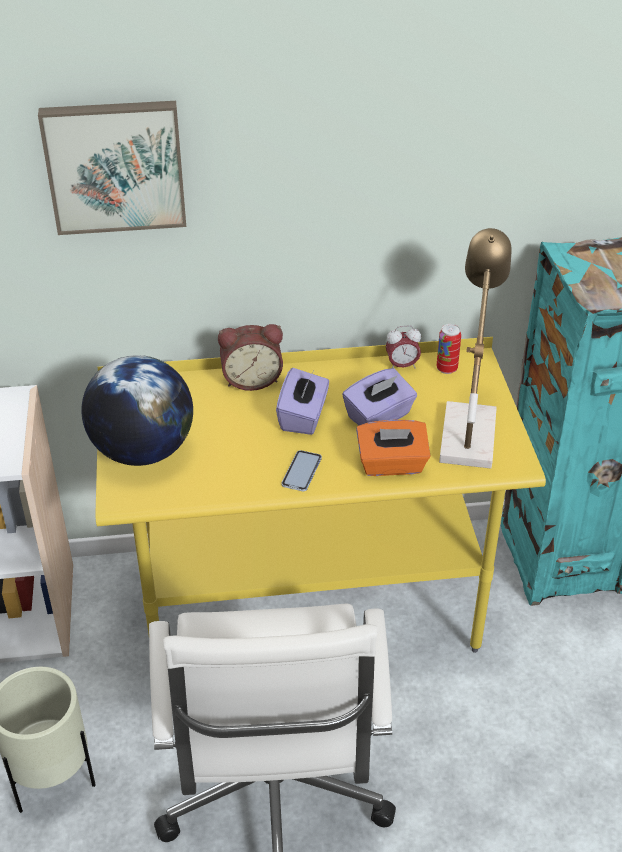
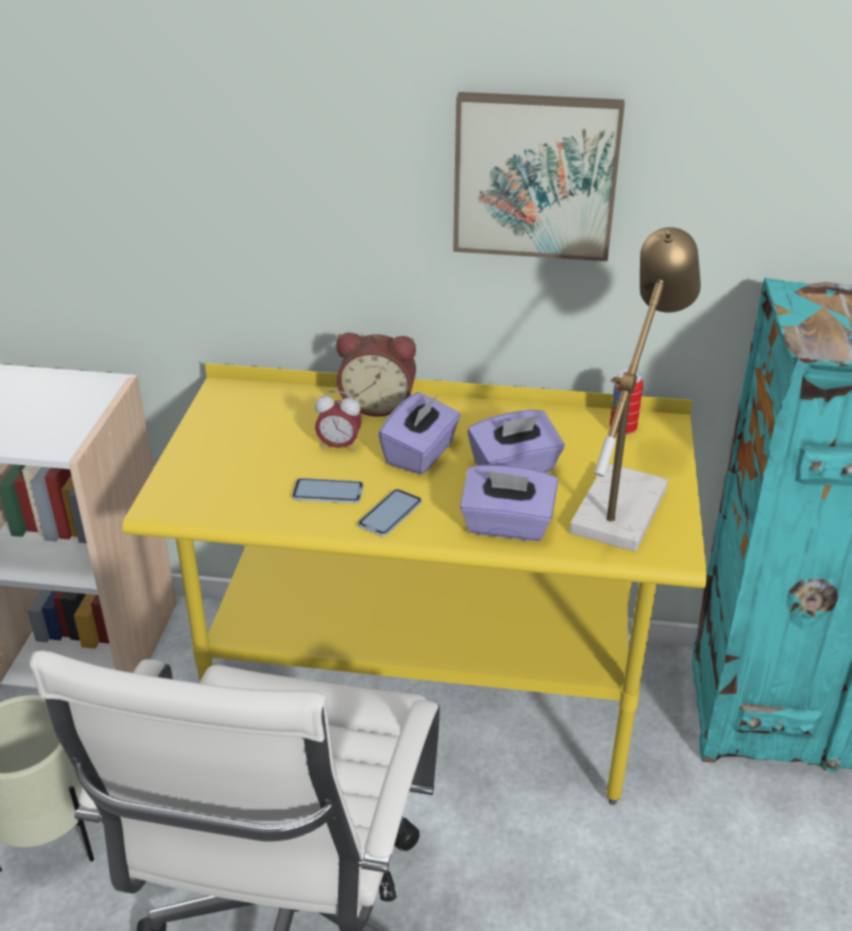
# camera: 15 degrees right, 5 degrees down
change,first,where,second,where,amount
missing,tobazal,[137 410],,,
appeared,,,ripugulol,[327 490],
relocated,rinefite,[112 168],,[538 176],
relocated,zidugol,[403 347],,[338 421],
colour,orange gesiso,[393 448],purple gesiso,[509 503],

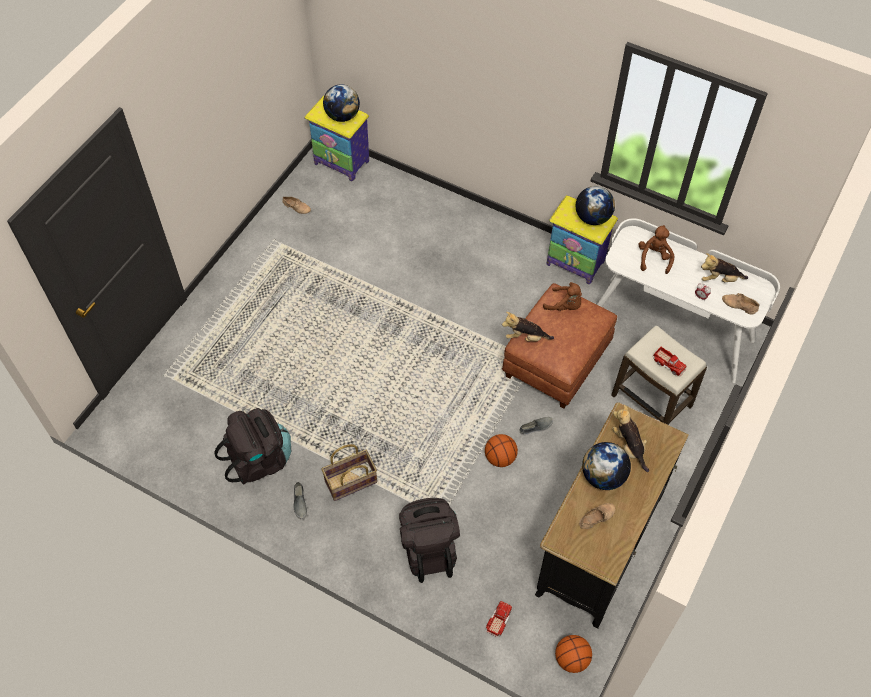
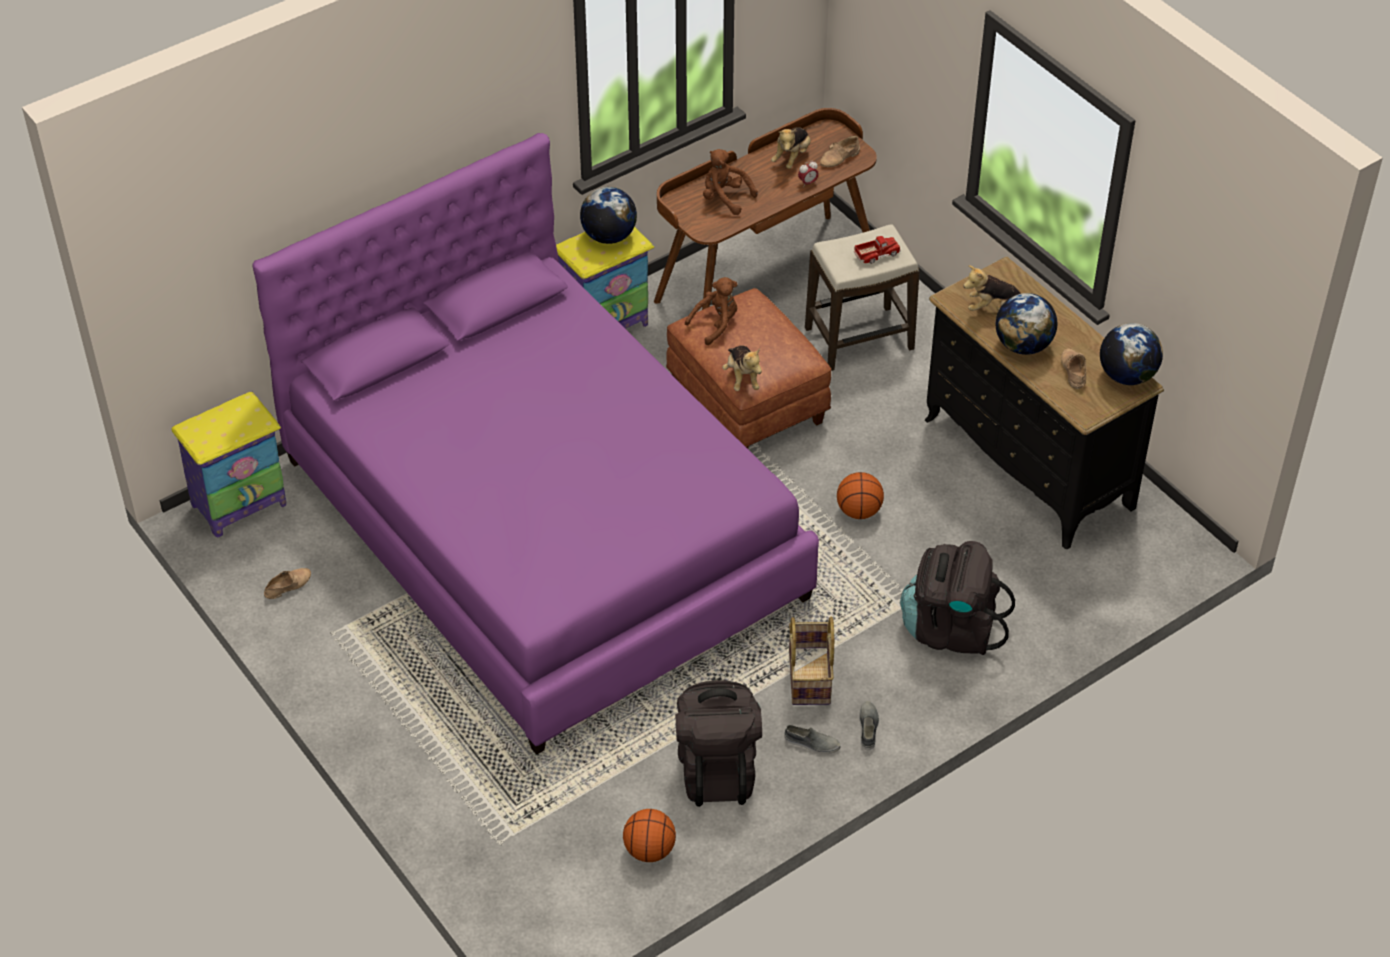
# camera: 65 degrees left, 10 degrees down
change,first,where,second,where,amount
missing,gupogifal,[499 619],,,
appeared,,,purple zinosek,[535 444],
relocated,tobazal,[341 103],,[1131 354],
relocated,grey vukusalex,[536 426],,[869 725],
relocated,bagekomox,[573 654],,[649 835],
colour,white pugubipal,[688 300],brown pugubipal,[765 209],
spun,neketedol,[528 327],,[742 368],45 degrees counterclockwise

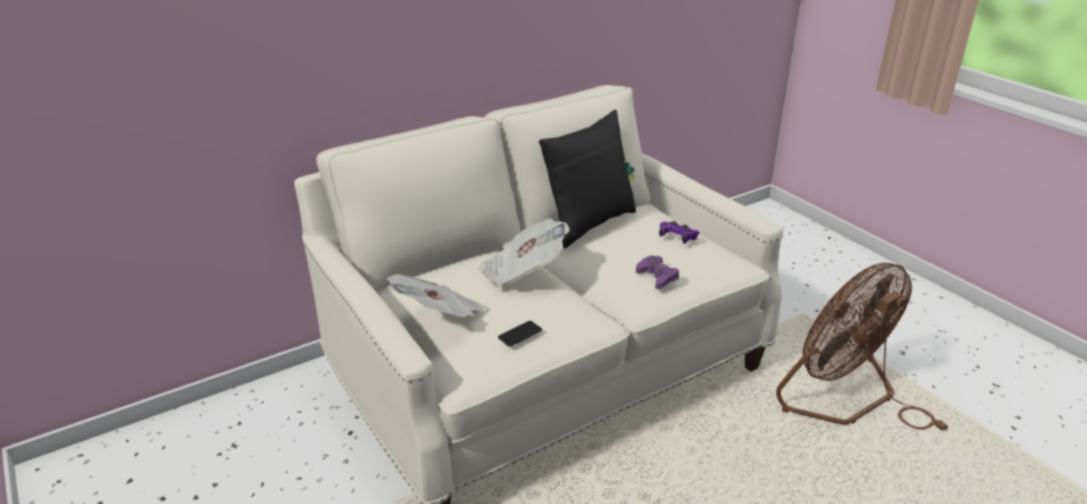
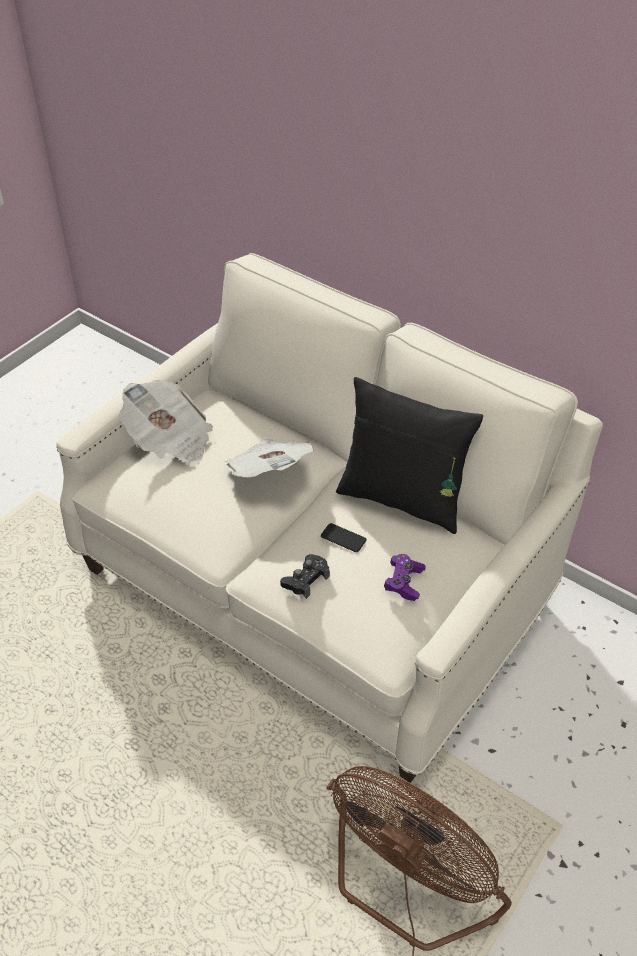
# camera: 70 degrees right, 15 degrees up
change,first,where,second,where,amount
relocated,ripugulol,[520 334],,[343 537],
colour,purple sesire,[657 272],black sesire,[305 576],

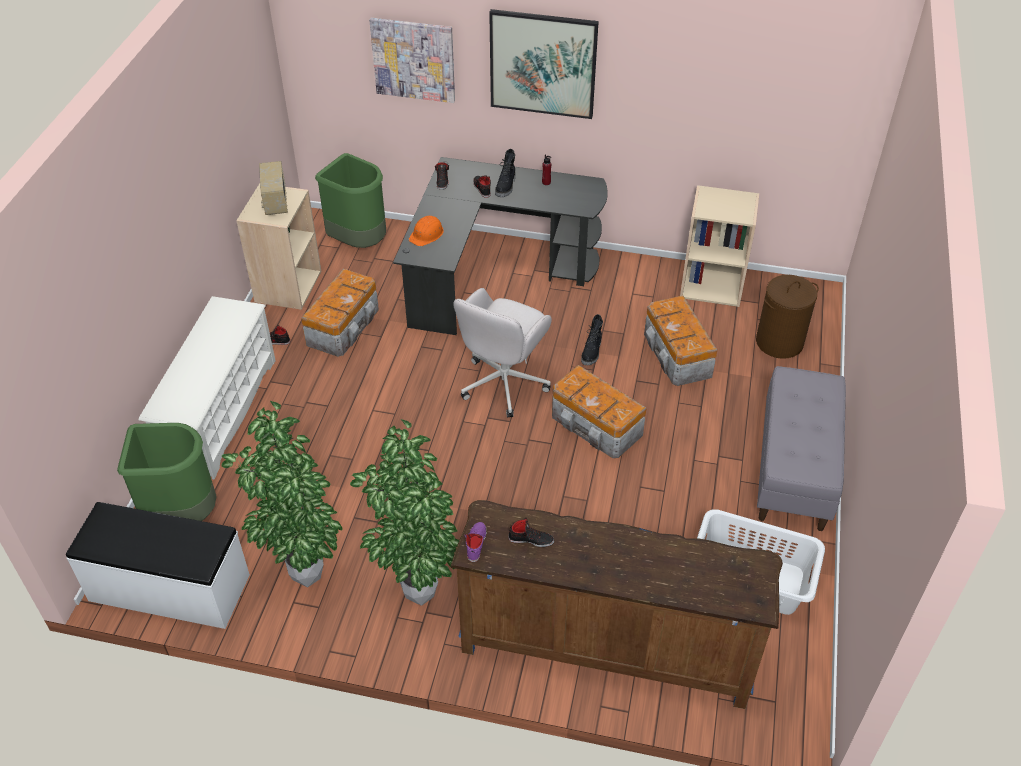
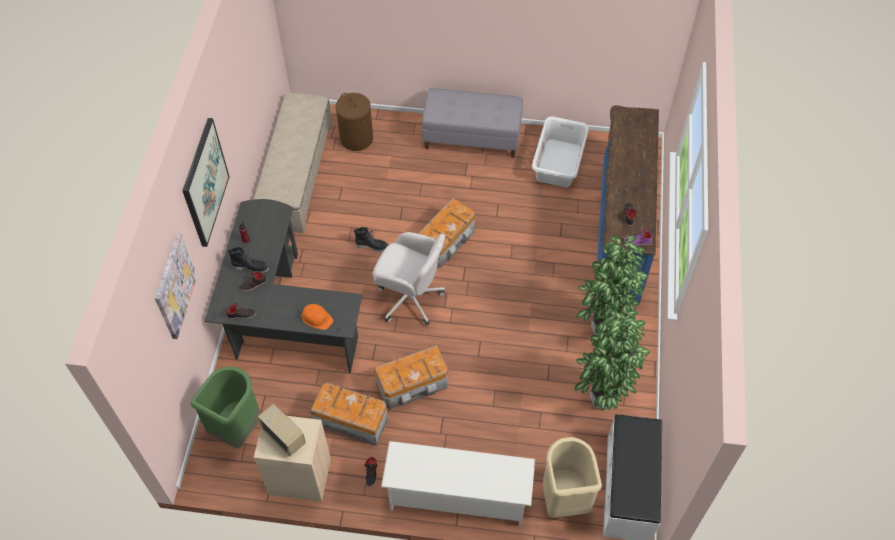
# camera: 95 degrees left, 10 degrees up
change,first,where,second,where,amount
relocated,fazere,[680 341],,[411 377],
exchanged,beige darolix,[719 246],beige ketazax,[293 163],
colour,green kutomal,[167 472],beige kutomal,[572 477],
spun,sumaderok,[273 188],,[281 430],120 degrees counterclockwise

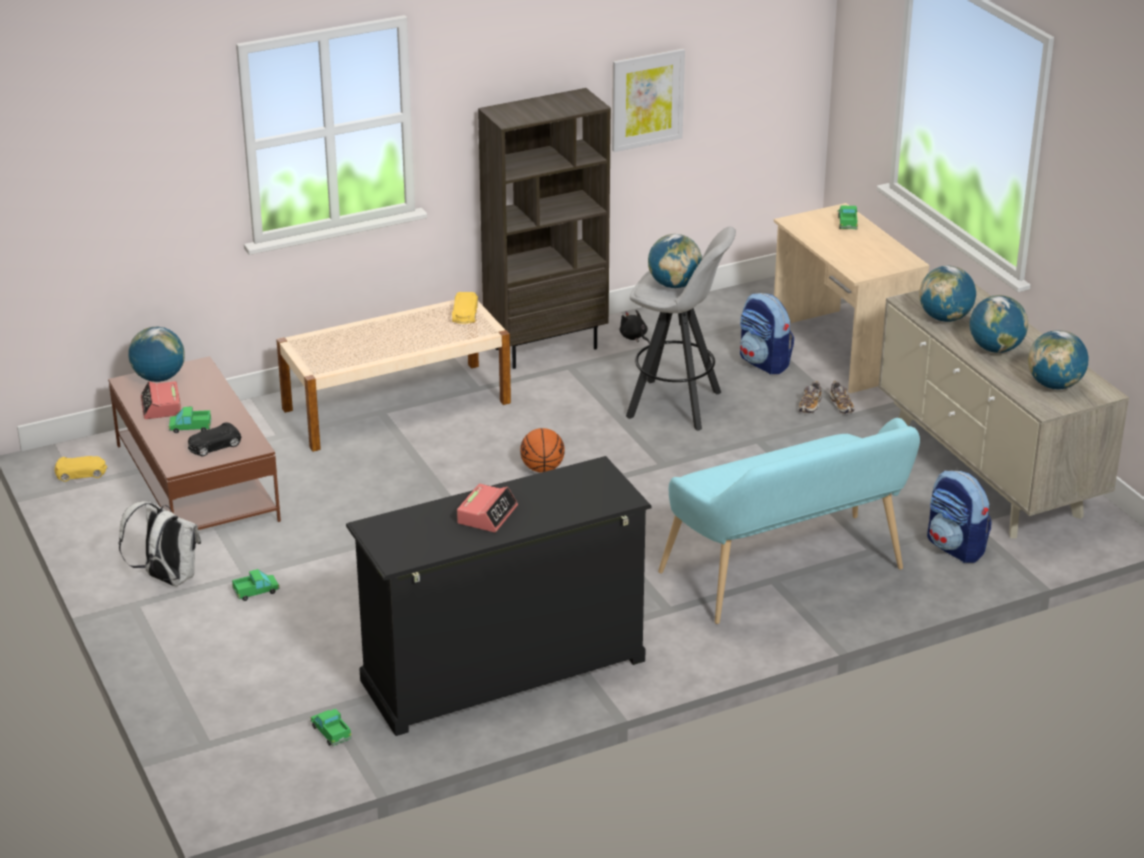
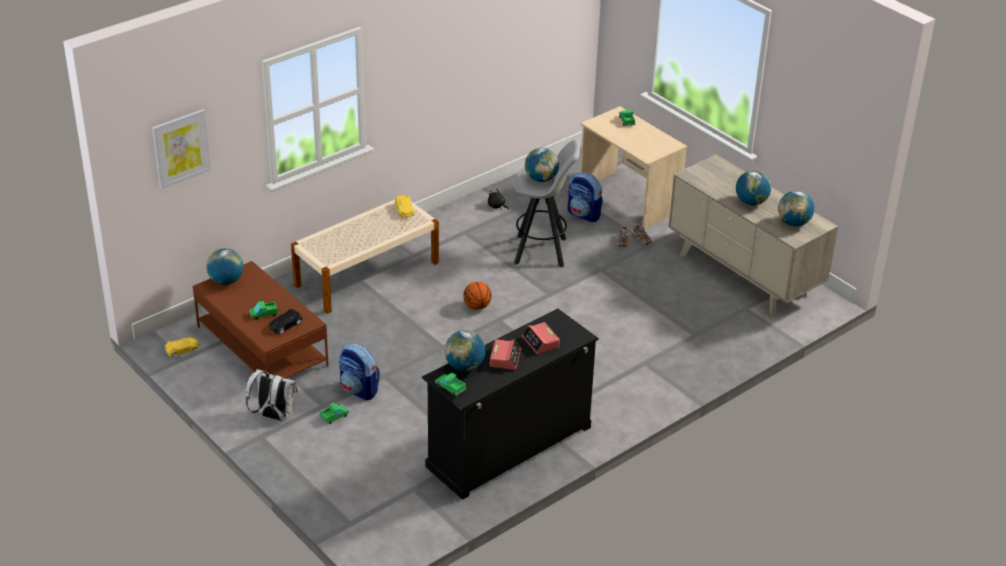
# camera: 15 degrees left, 5 degrees up
change,first,where,second,where,amount
missing,brown darolix,[544 228],,,
missing,turquoise ketazax,[789 521],,,
relocated,zidugol,[161 400],,[541 338],
relocated,gupogifal,[331 727],,[450 384],
relocated,rinefite,[648 100],,[181 149],
relocated,tobazal,[947 293],,[464 350],
relocated,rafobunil,[959 516],,[359 371],

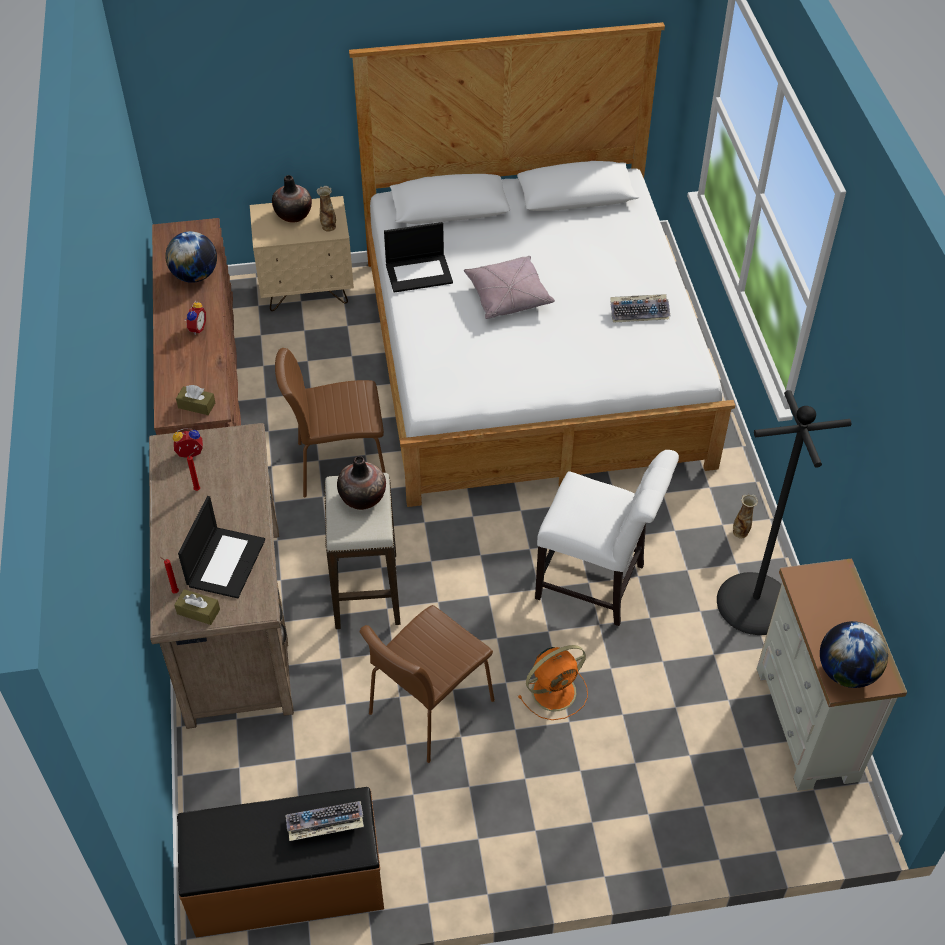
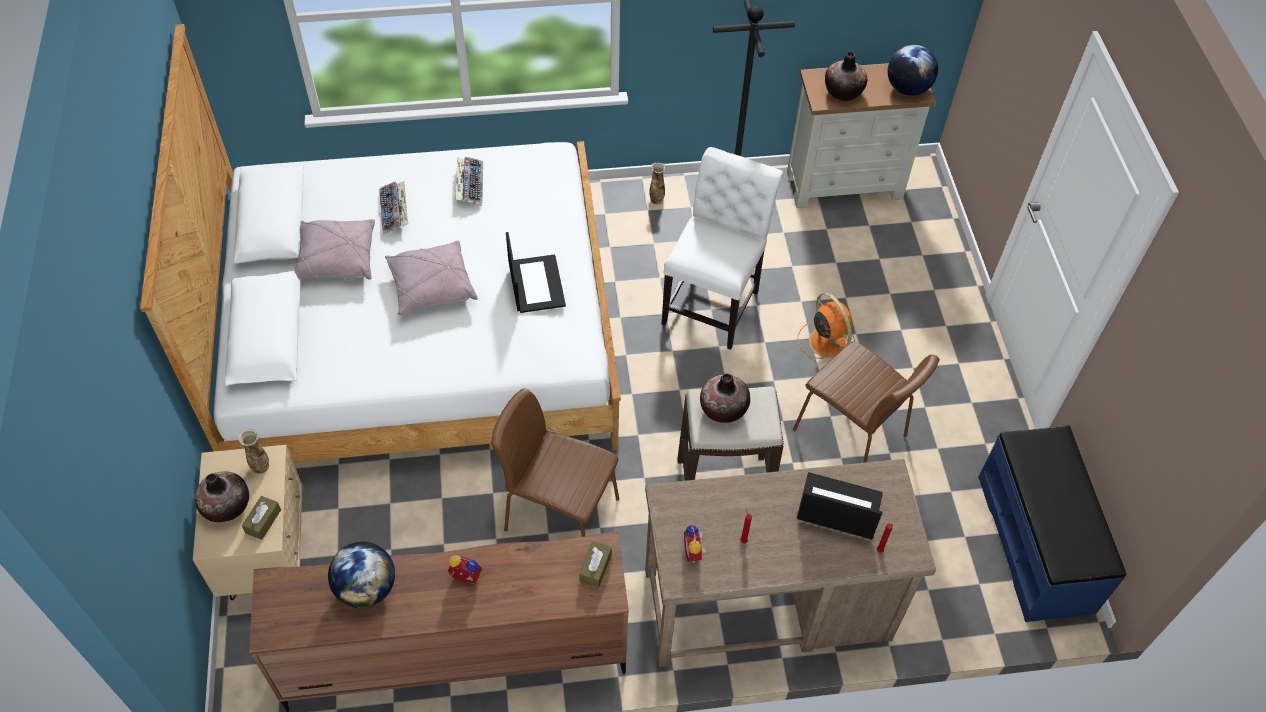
# camera: 90 degrees left, 5 degrees up
change,first,where,second,where,amount
appeared,,,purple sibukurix,[334 249],
appeared,,,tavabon,[846 77],
relocated,brown gesiso,[197 607],,[261 518],
relocated,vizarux,[324 821],,[393 207],
relocated,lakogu,[418 257],,[536 272],
colour,brown ketazax,[280 862],blue ketazax,[1052 523],
spun,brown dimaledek,[330 422],,[555 462],120 degrees clockwise

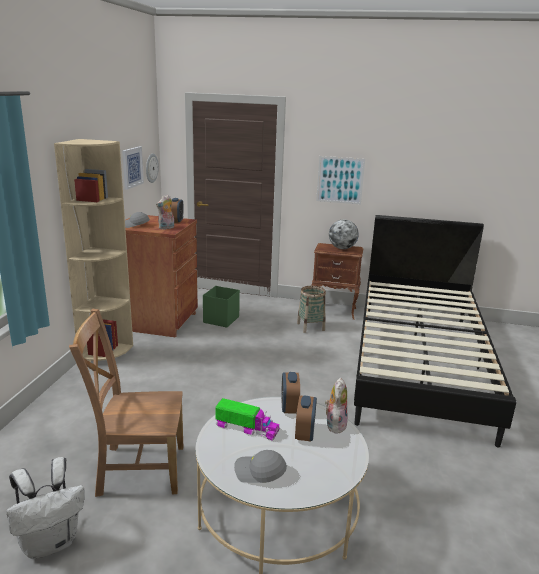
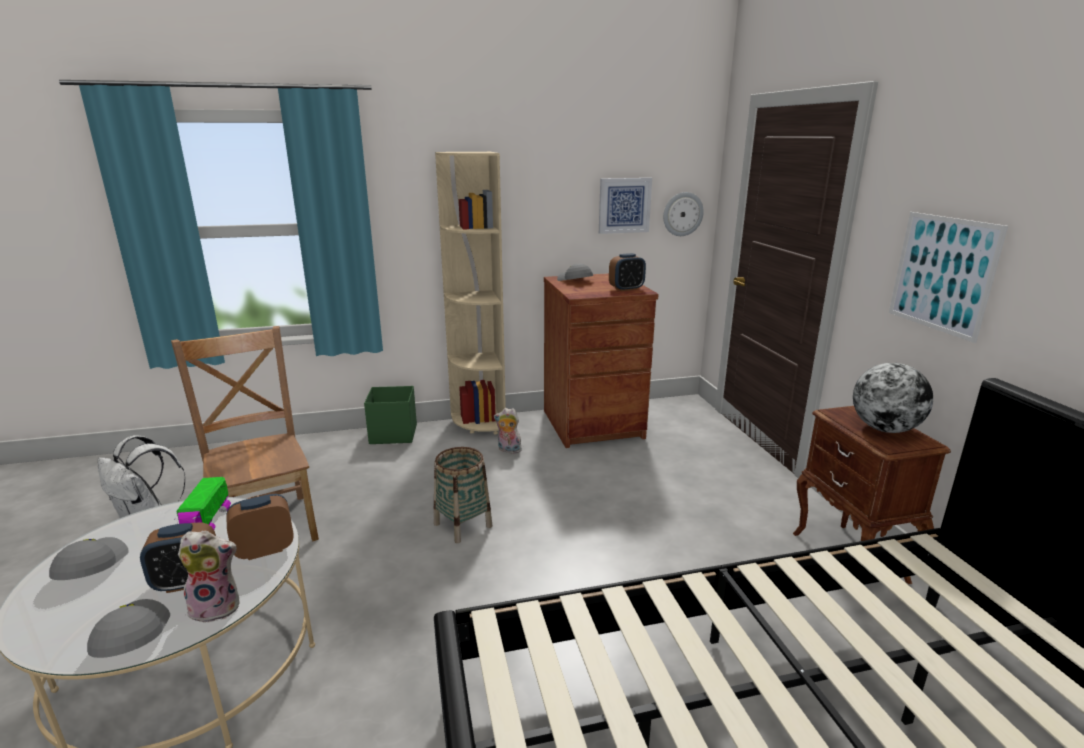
# camera: 65 degrees right, 0 degrees up
change,first,where,second,where,amount
appeared,,,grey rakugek,[128 628],
relocated,neketedol,[165 212],,[508 431],
relocated,green fazere,[221 307],,[390 415],
relocated,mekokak,[311 309],,[463 495],

